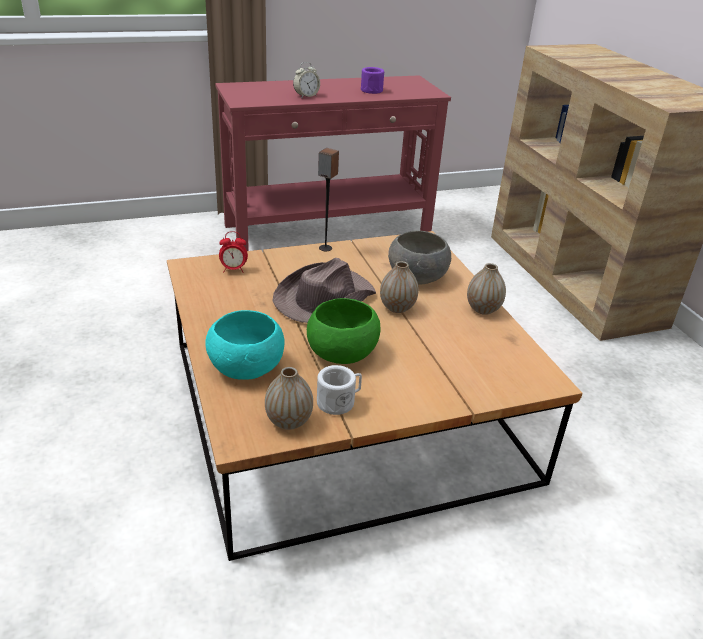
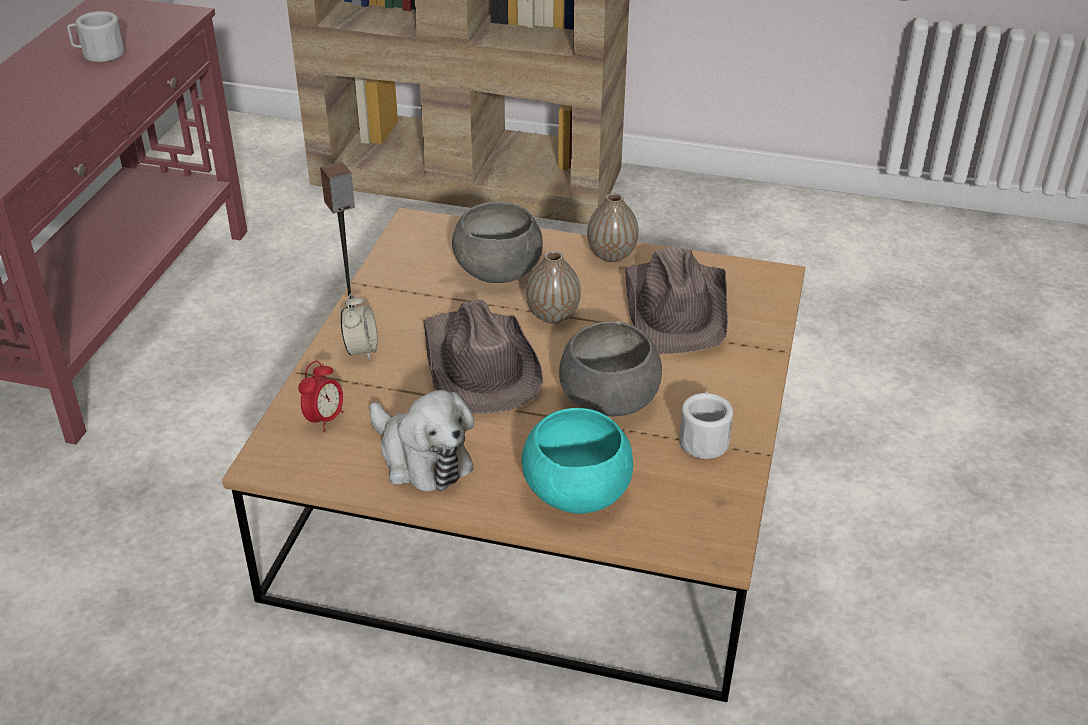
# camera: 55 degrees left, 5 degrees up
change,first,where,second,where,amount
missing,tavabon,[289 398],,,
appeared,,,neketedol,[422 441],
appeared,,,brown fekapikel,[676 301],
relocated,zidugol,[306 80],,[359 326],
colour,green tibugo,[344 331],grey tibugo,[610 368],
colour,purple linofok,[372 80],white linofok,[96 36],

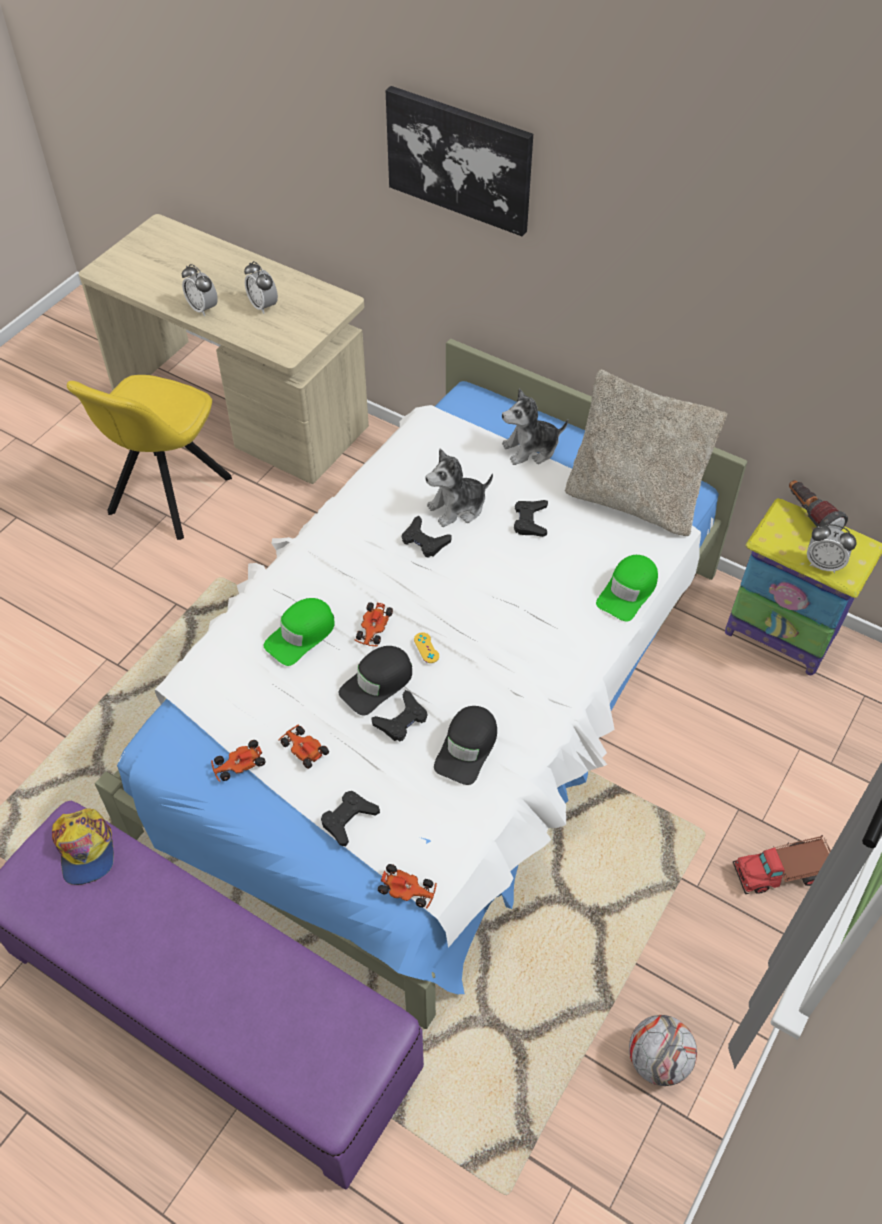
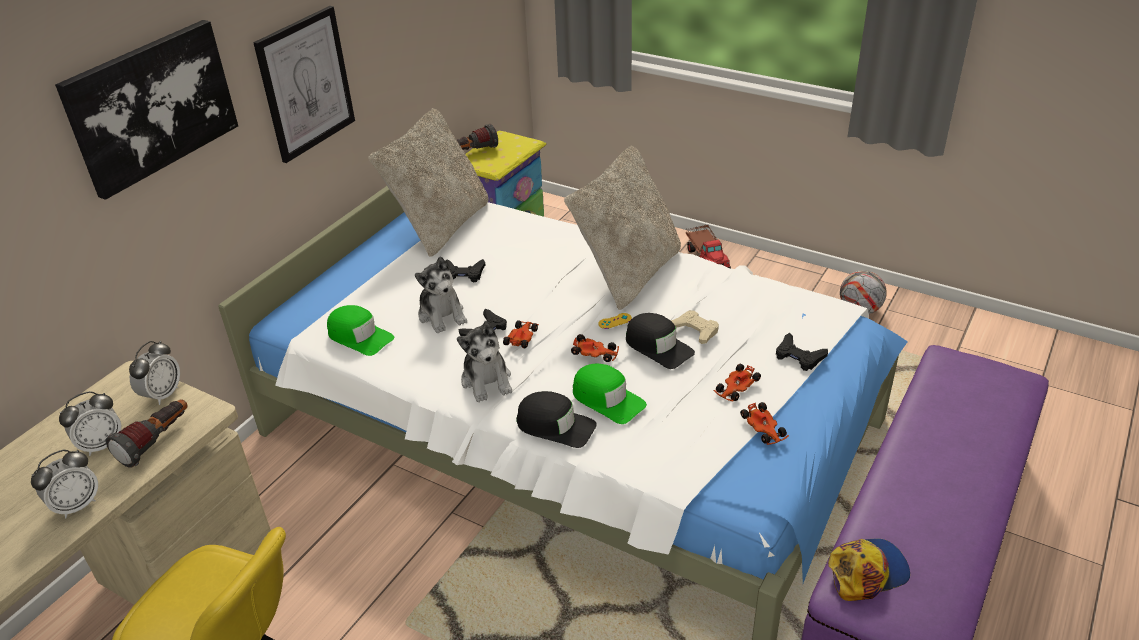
# camera: 90 degrees left, 15 degrees down
change,first,where,second,where,amount
appeared,,,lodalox,[147 433],
appeared,,,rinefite,[304 84],
appeared,,,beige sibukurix,[622 228],
relocated,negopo,[407 886],,[521 334],
relocated,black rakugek,[465 745],,[556 419],
relocated,neketedol,[535 427],,[484 361],
relocated,green rakugek,[627 588],,[360 330],
relocated,zidugol,[831 548],,[154 373],
colour,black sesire,[399 716],beige sesire,[695 327],

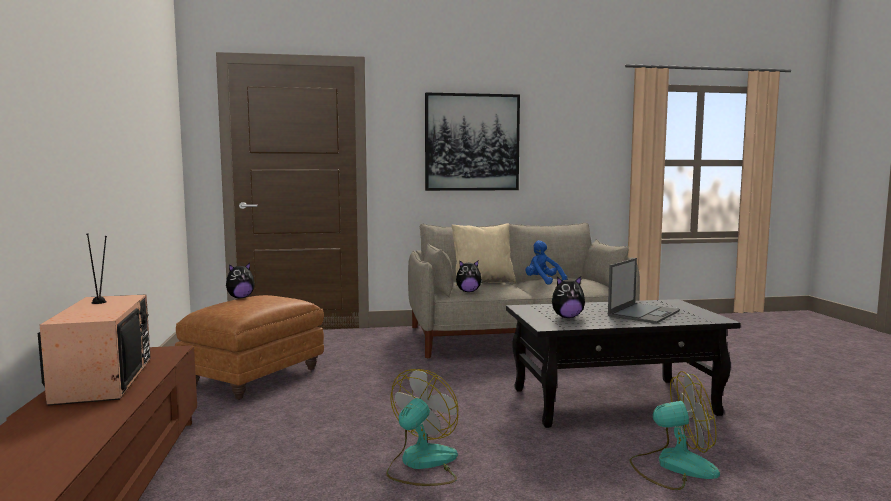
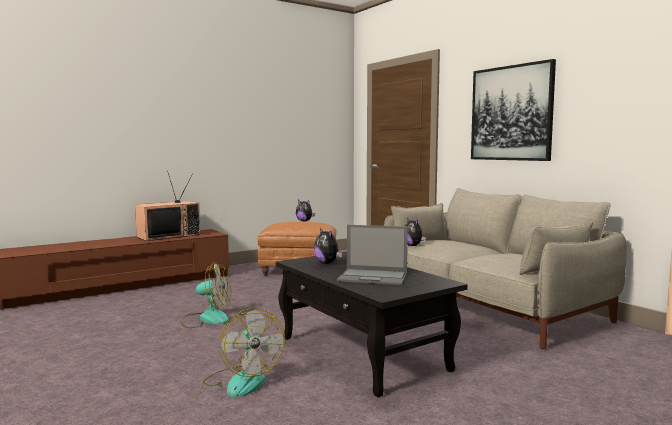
# camera: 65 degrees right, 0 degrees up
change,first,where,second,where,amount
missing,beige sibukurix,[484 255],,,
missing,blue neketedol,[546 262],,,

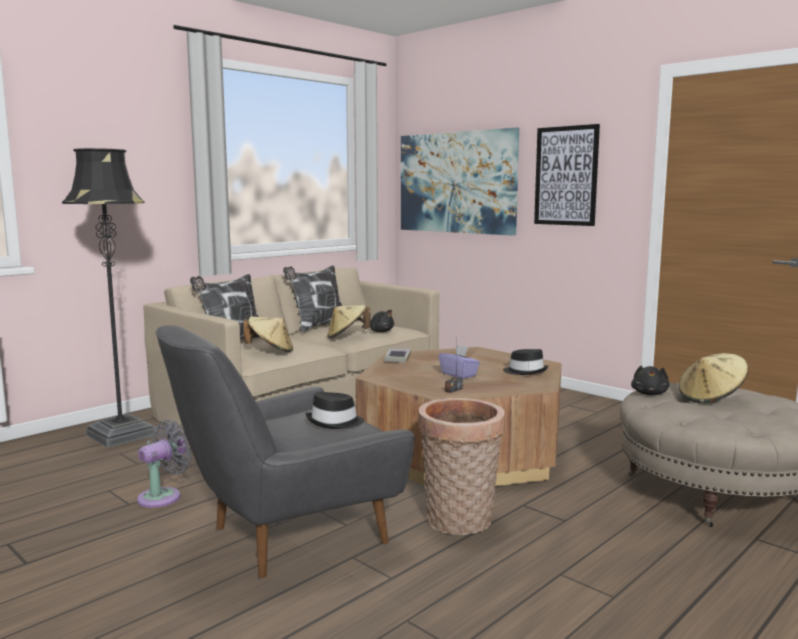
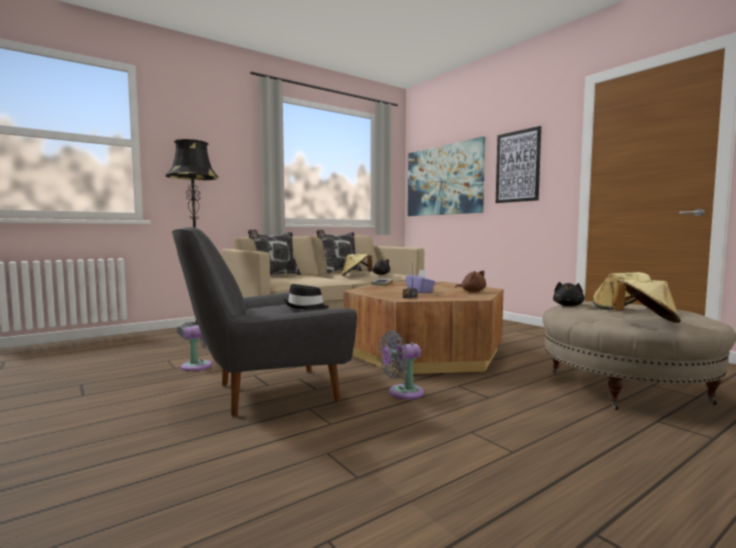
# camera: 10 degrees right, 5 degrees down
change,first,where,second,where,amount
relocated,beige fekapikel,[268 334],,[646 301],
exchanged,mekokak,[461 466],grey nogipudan,[401 364],
exchanged,black fekapikel,[526 362],brown neketedol,[470 281],

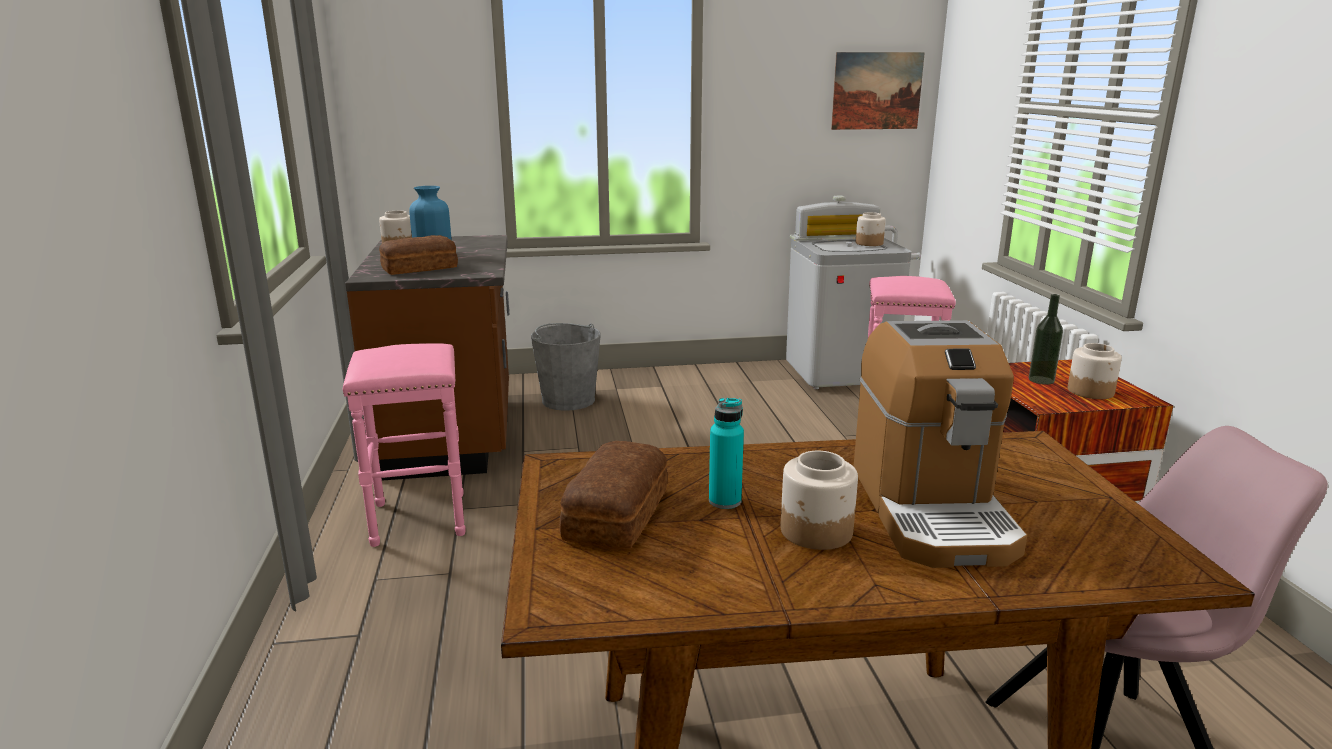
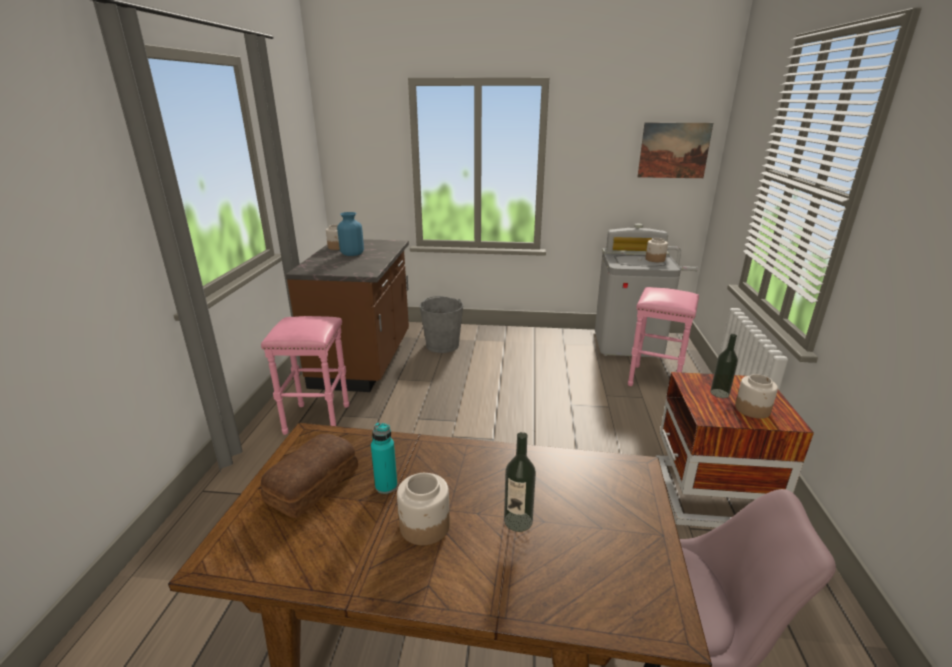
# camera: 15 degrees right, 5 degrees up
change,first,where,second,where,amount
missing,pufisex,[418 255],,,
exchanged,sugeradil,[940 444],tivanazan,[520 482],

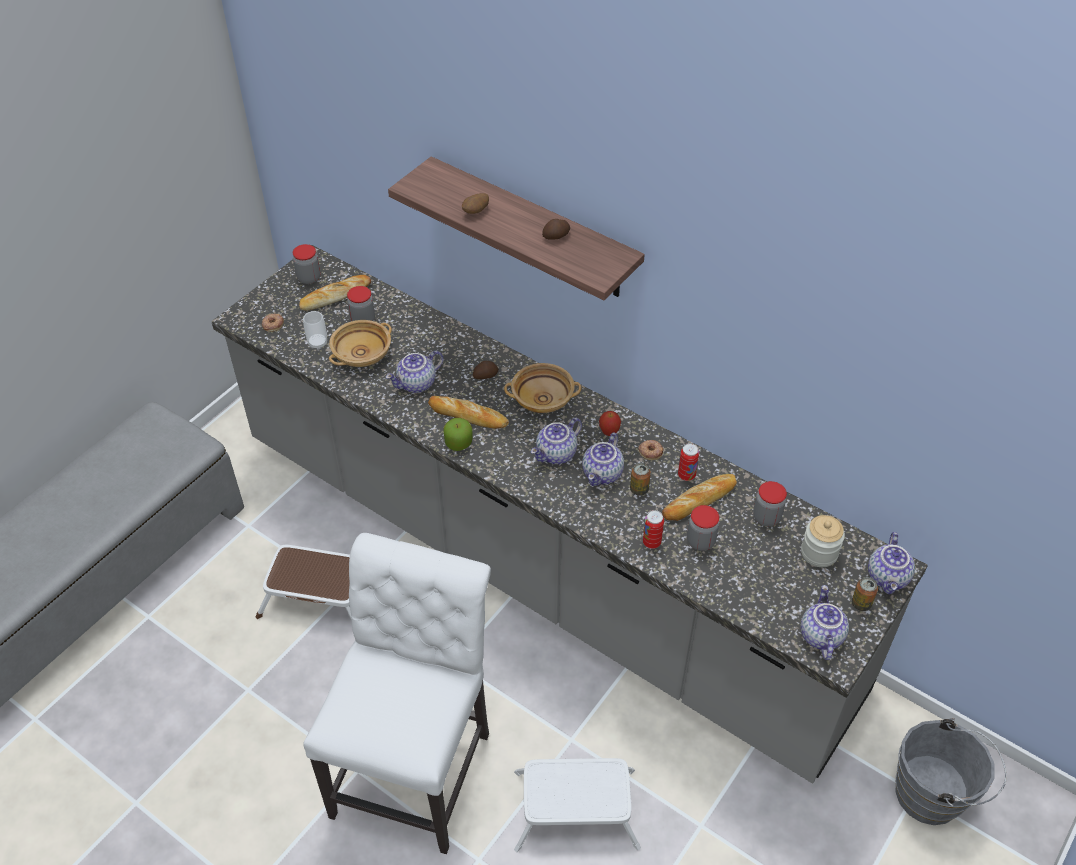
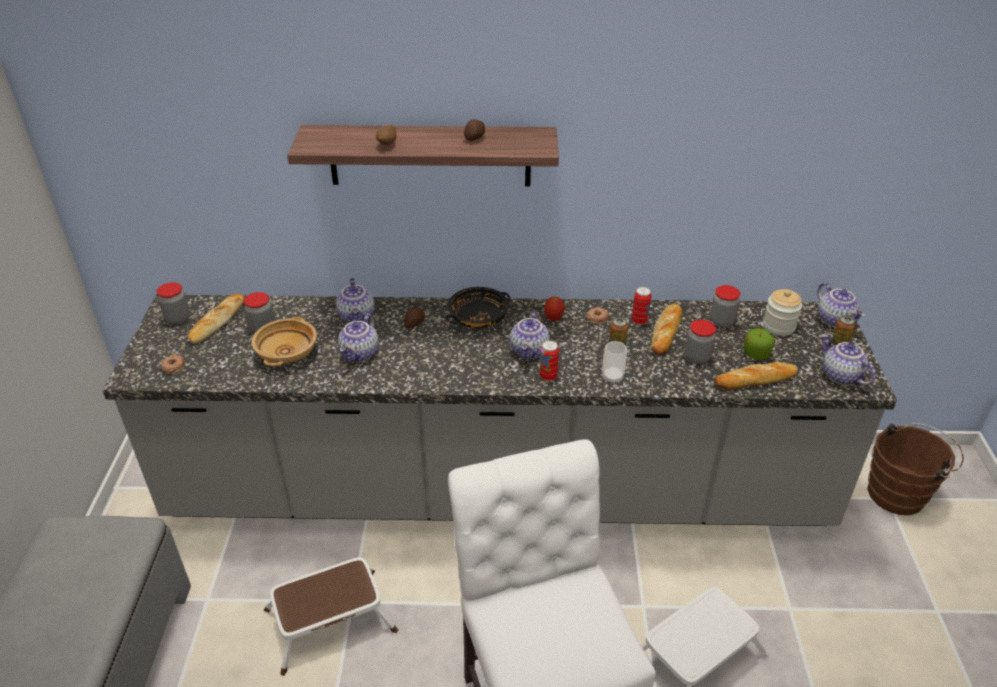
# camera: 35 degrees left, 10 degrees down
change,first,where,second,where,amount
relocated,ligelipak,[315 330],,[614 362],
relocated,pufisex,[468 412],,[756 376],
relocated,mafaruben,[458 434],,[759 344],
relocated,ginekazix,[603 459],,[355 300],
relocated,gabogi,[653 529],,[549 361],
colour,beige tibugo,[543 388],black tibugo,[478 308],
colour,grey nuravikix,[951 771],brown nuravikix,[915 469],

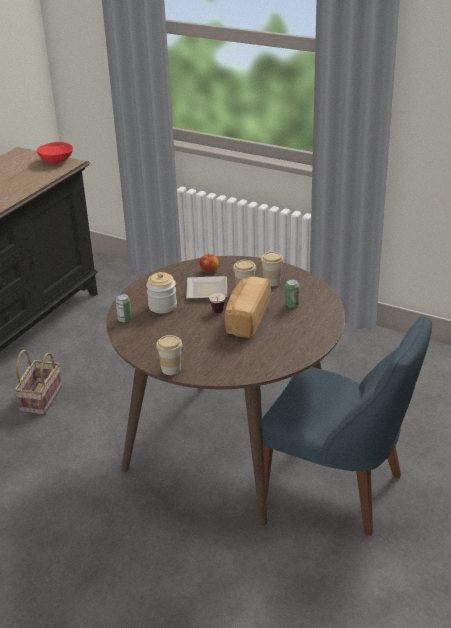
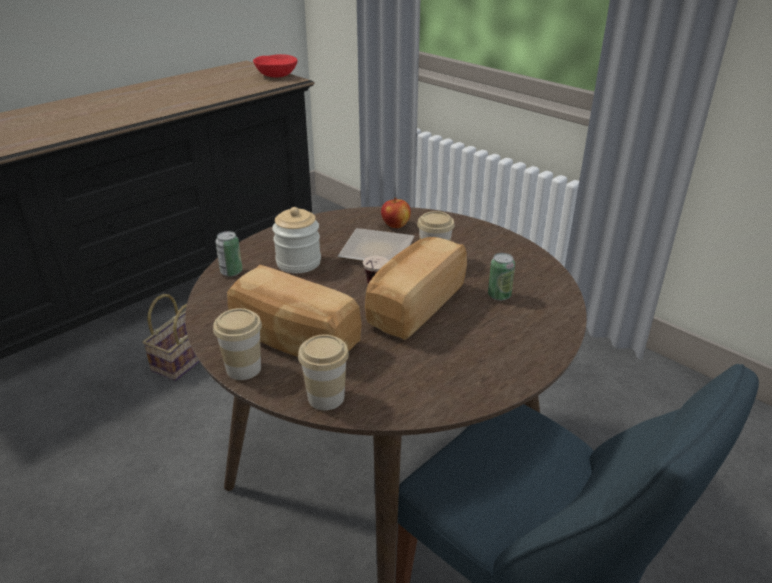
# camera: 15 degrees right, 0 degrees up
change,first,where,second,where,amount
appeared,,,pufisex,[294 311],
relocated,ligelipak,[272 269],,[323 372],

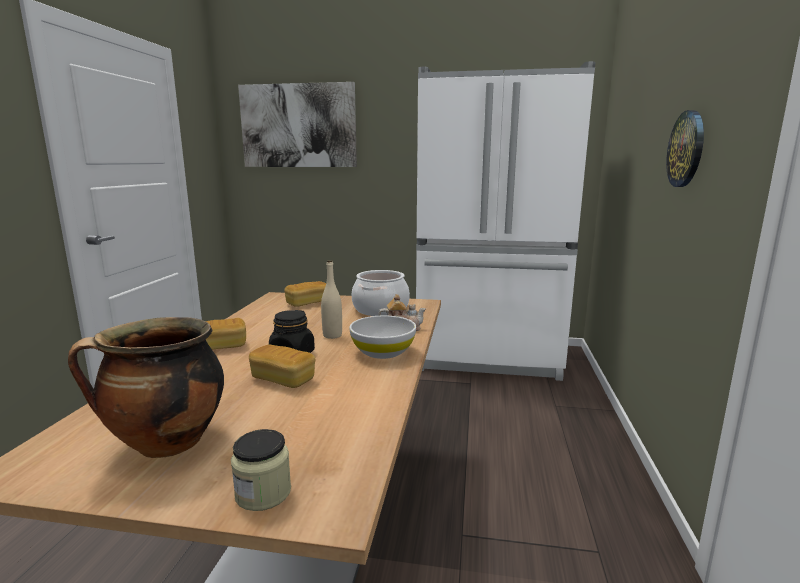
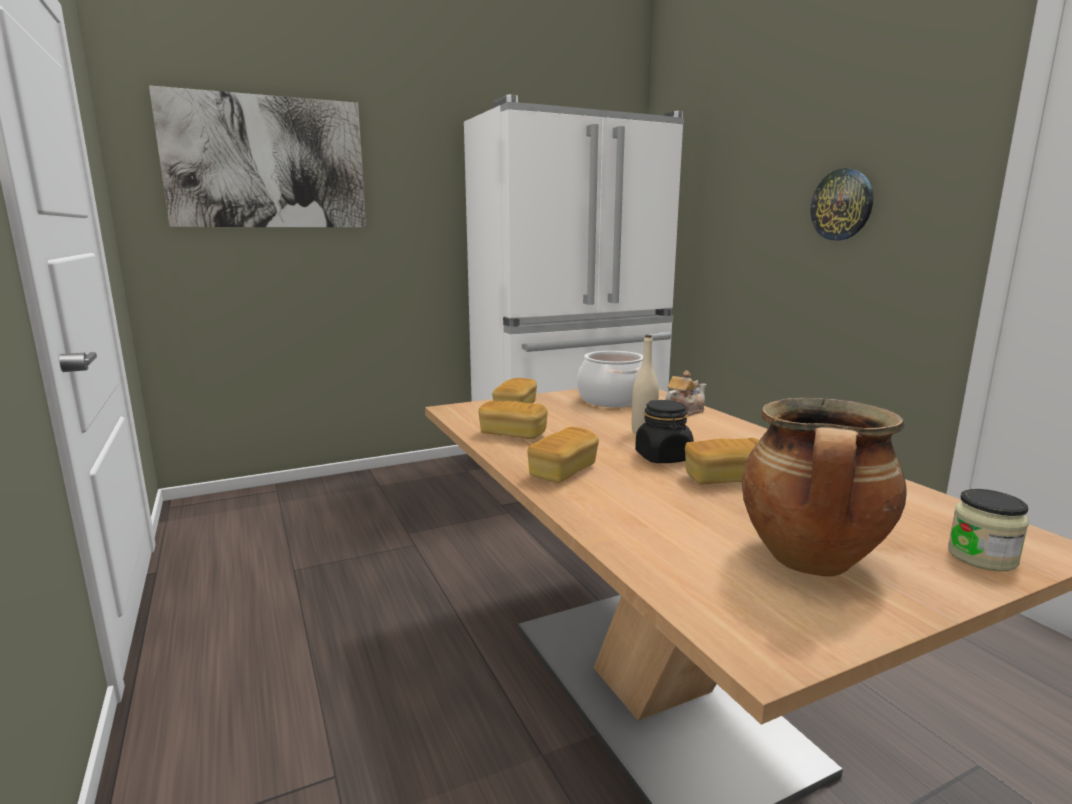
# camera: 35 degrees left, 0 degrees up
change,first,where,second,where,amount
missing,white tibugo,[382 337],,,
appeared,,,pufisex,[513 420],

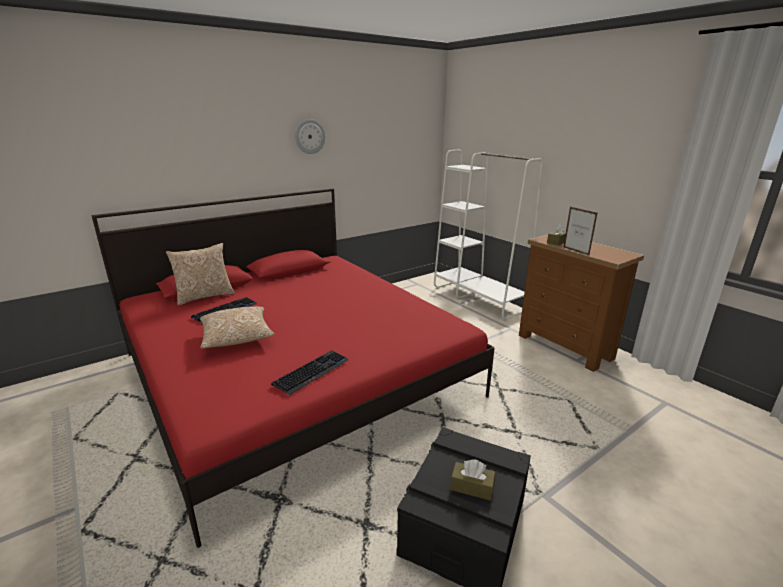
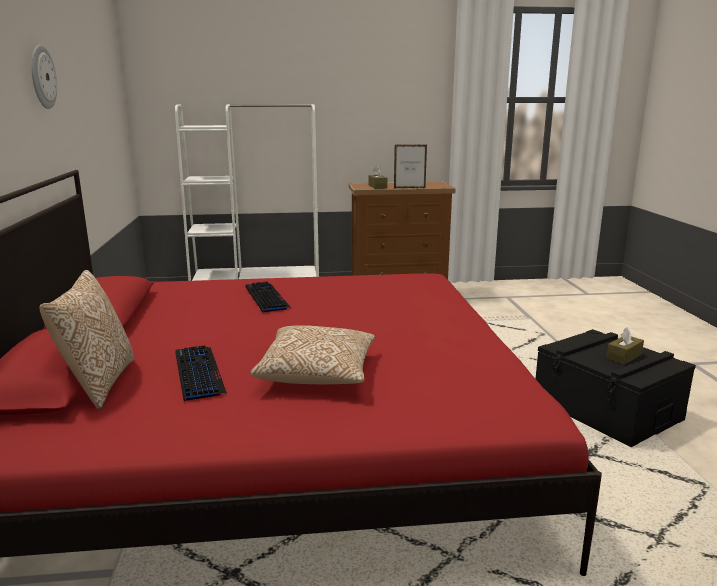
# camera: 60 degrees left, 5 degrees down
change,first,where,second,where,amount
relocated,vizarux,[310 373],,[268 297],

